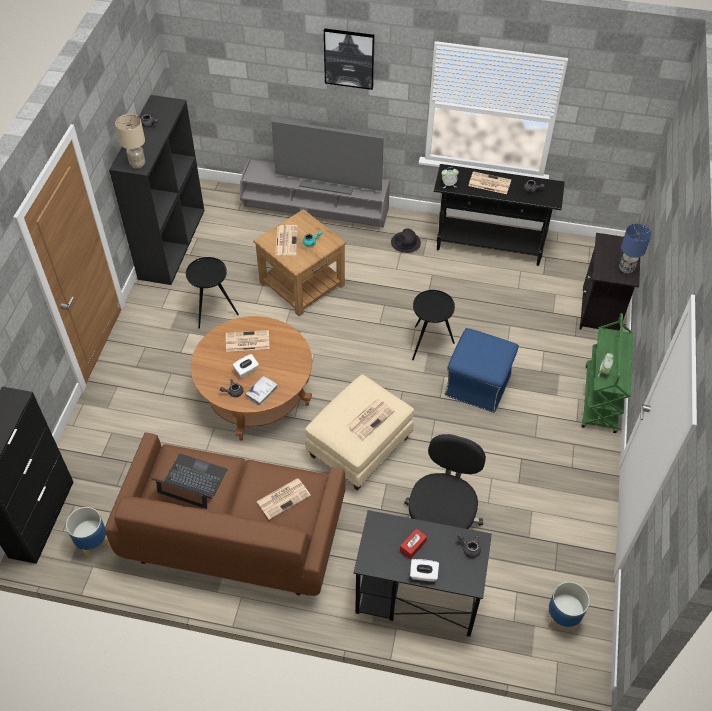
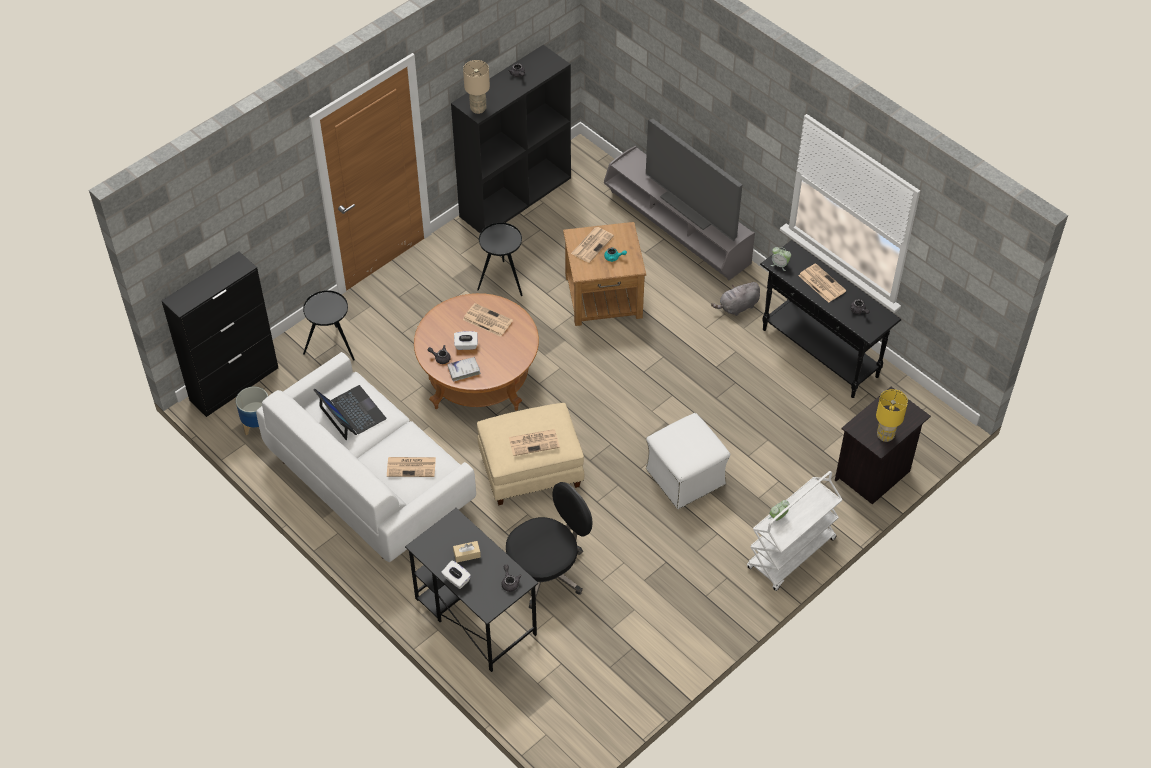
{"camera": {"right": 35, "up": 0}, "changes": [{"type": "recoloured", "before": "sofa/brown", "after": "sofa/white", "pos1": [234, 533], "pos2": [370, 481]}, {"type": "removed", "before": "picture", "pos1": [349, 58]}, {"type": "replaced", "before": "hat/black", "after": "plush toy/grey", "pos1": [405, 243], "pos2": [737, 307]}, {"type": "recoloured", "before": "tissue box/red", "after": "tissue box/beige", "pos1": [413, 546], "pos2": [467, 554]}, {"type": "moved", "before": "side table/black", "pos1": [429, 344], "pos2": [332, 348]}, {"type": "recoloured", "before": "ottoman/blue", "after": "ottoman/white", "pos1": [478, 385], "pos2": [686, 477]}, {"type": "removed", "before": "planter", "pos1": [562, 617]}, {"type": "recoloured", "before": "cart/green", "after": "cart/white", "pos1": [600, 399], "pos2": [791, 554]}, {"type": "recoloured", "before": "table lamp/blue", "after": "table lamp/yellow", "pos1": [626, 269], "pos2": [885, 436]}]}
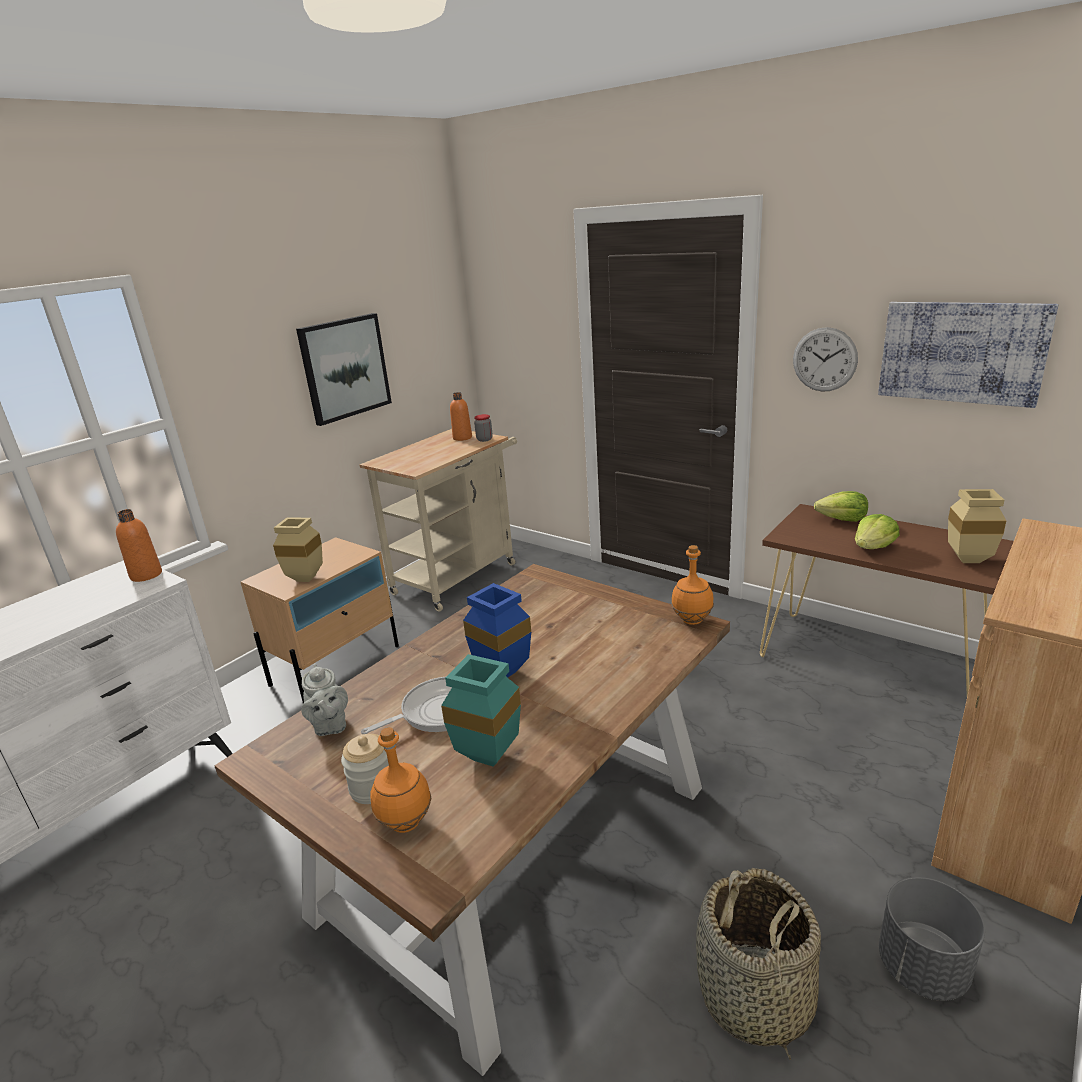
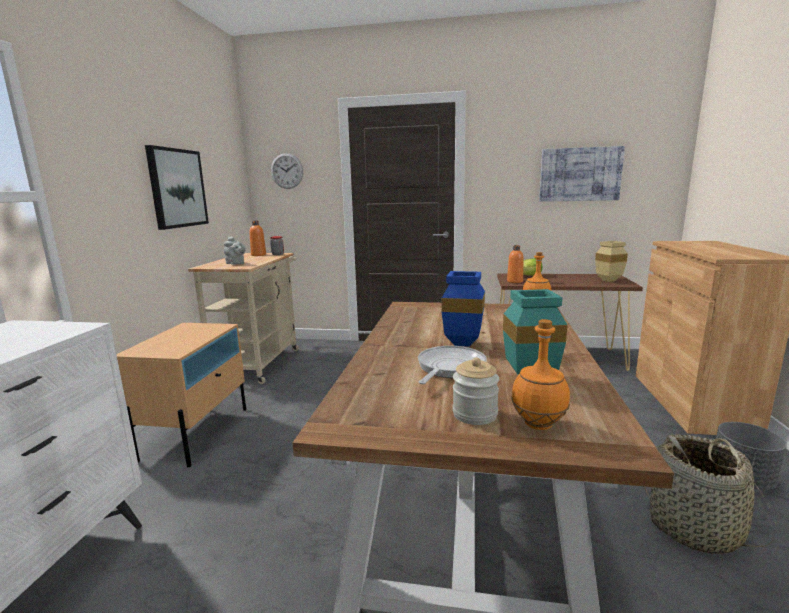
{"camera": {"right": -30, "up": -10}, "changes": [{"type": "moved", "before": "bottle/orange", "pos1": [146, 575], "pos2": [514, 281]}, {"type": "removed", "before": "vase/beige", "pos1": [308, 578]}, {"type": "moved", "before": "teapot/grey", "pos1": [329, 726], "pos2": [236, 264]}, {"type": "moved", "before": "wall clock", "pos1": [824, 359], "pos2": [287, 171]}, {"type": "removed", "before": "lettuce", "pos1": [873, 547]}]}
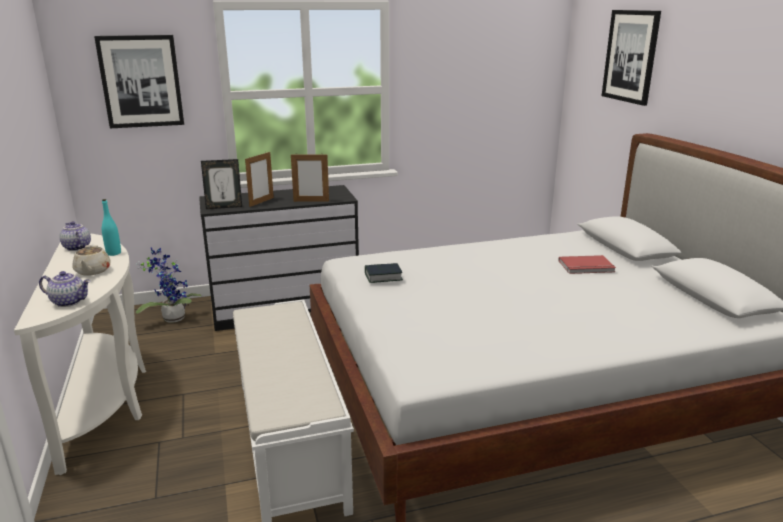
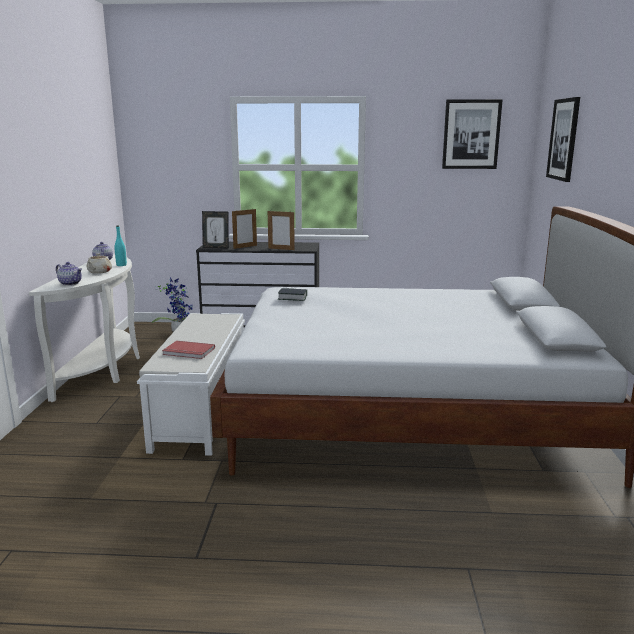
{"camera": {"right": 20, "up": -5}, "changes": [{"type": "moved", "before": "picture", "pos1": [141, 81], "pos2": [471, 134]}, {"type": "moved", "before": "book/red", "pos1": [587, 267], "pos2": [188, 352]}]}
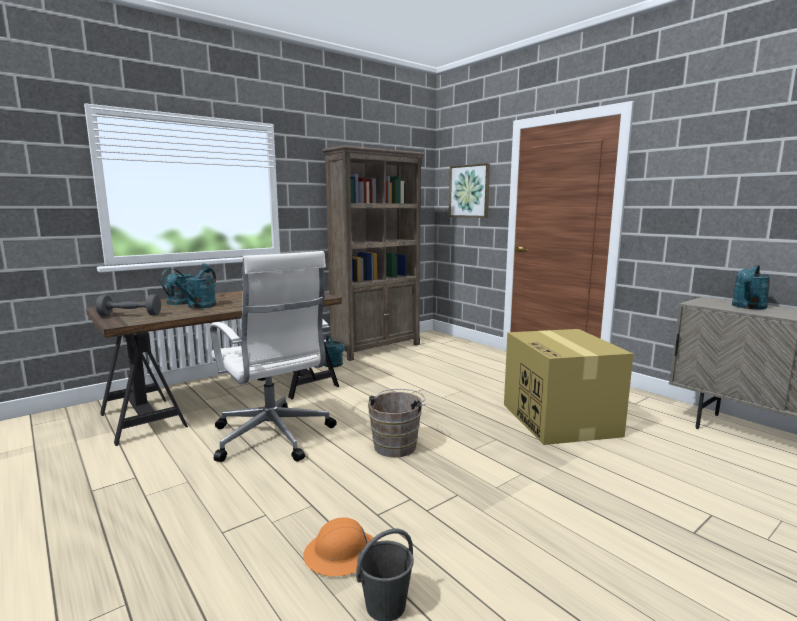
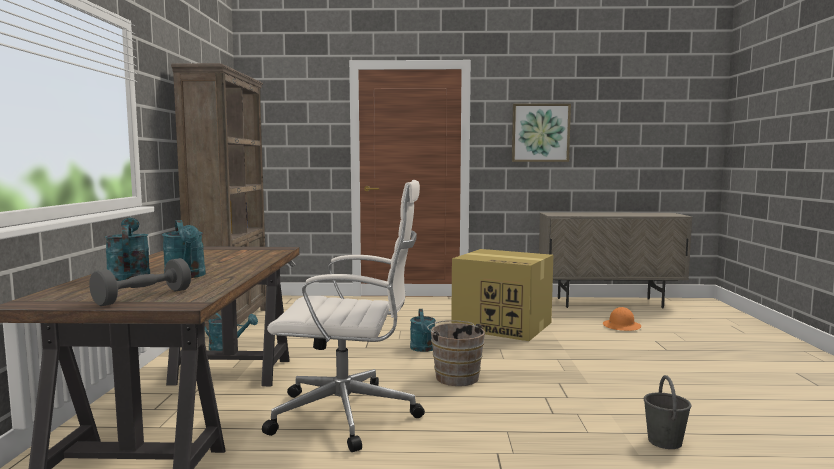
{"camera": {"right": -50, "up": -5}, "changes": [{"type": "moved", "before": "hard hat/orange", "pos1": [341, 554], "pos2": [621, 326]}, {"type": "moved", "before": "picture", "pos1": [469, 191], "pos2": [540, 133]}, {"type": "moved", "before": "watering can/turquoise", "pos1": [748, 307], "pos2": [424, 349]}]}
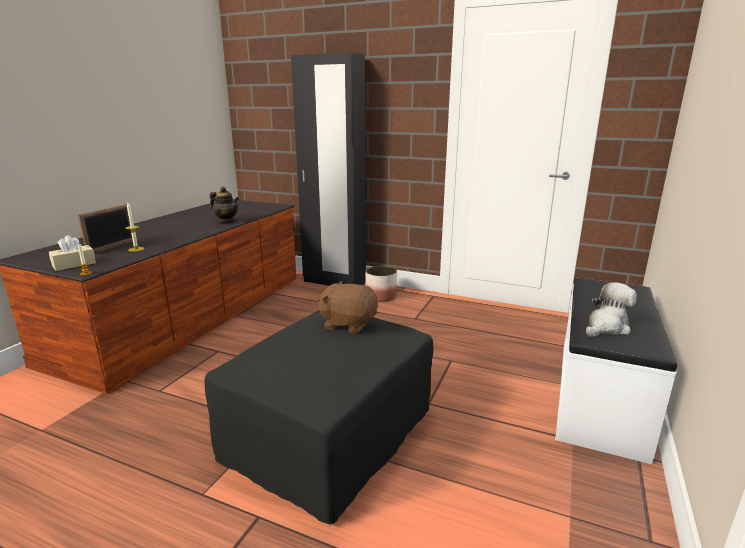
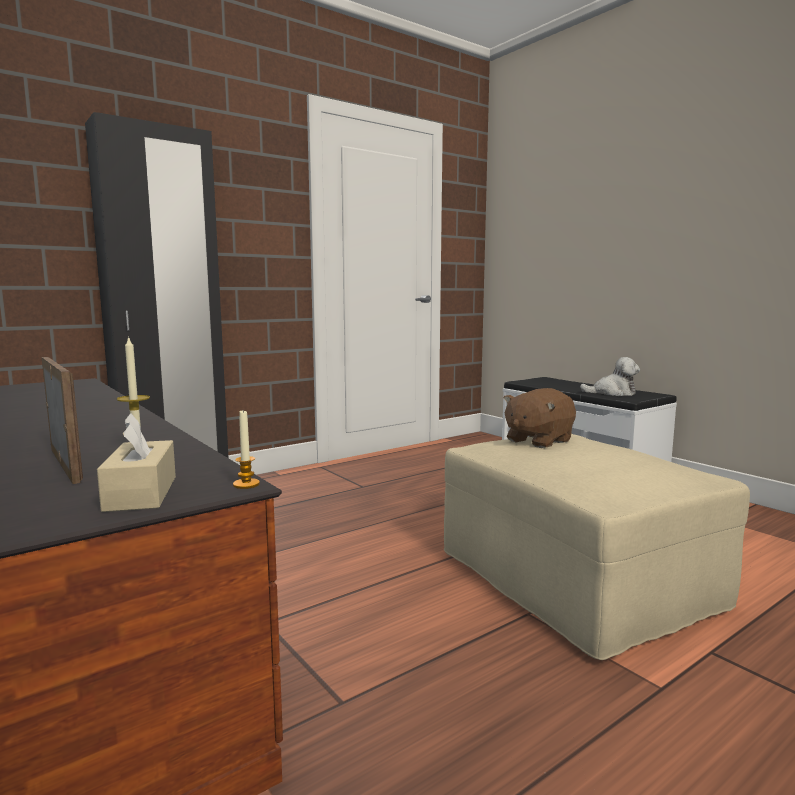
{"camera": {"right": -60, "up": -10}, "changes": [{"type": "recoloured", "before": "ottoman/black", "after": "ottoman/beige", "pos1": [330, 437], "pos2": [577, 582]}, {"type": "removed", "before": "teapot", "pos1": [226, 221]}, {"type": "removed", "before": "planter", "pos1": [381, 296]}, {"type": "turned", "before": "plush toy", "pos1": [606, 327], "pos2": [612, 393], "turn": 105}]}
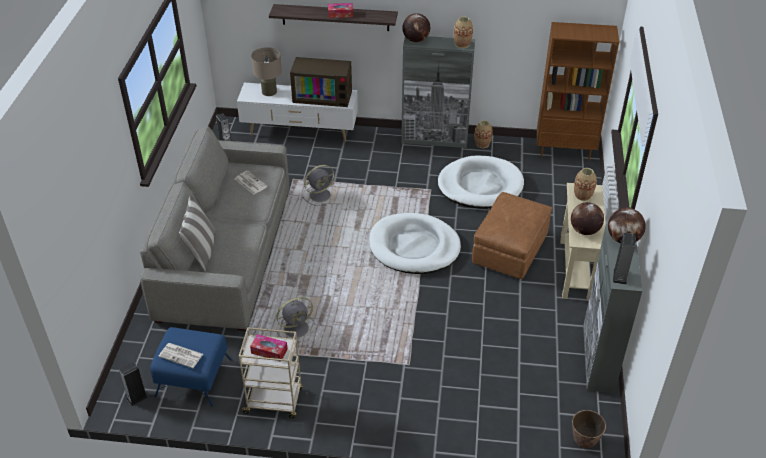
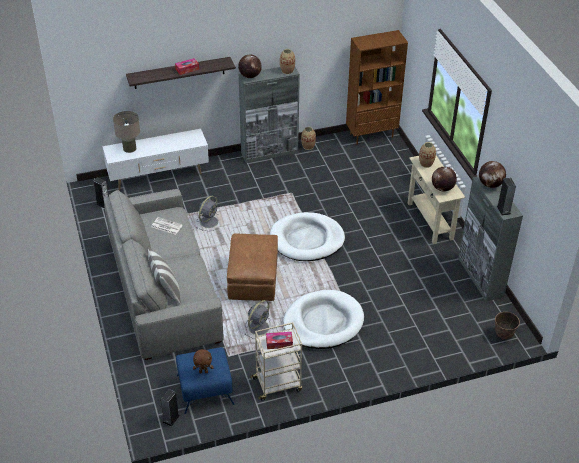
{"camera": {"right": -25, "up": 0}, "changes": [{"type": "replaced", "before": "newspaper", "after": "plush toy/brown", "pos1": [181, 355], "pos2": [203, 371]}, {"type": "removed", "before": "television", "pos1": [323, 96]}, {"type": "moved", "before": "dog bed/white", "pos1": [480, 186], "pos2": [323, 322]}, {"type": "moved", "before": "ottoman/brown", "pos1": [509, 251], "pos2": [253, 280]}]}
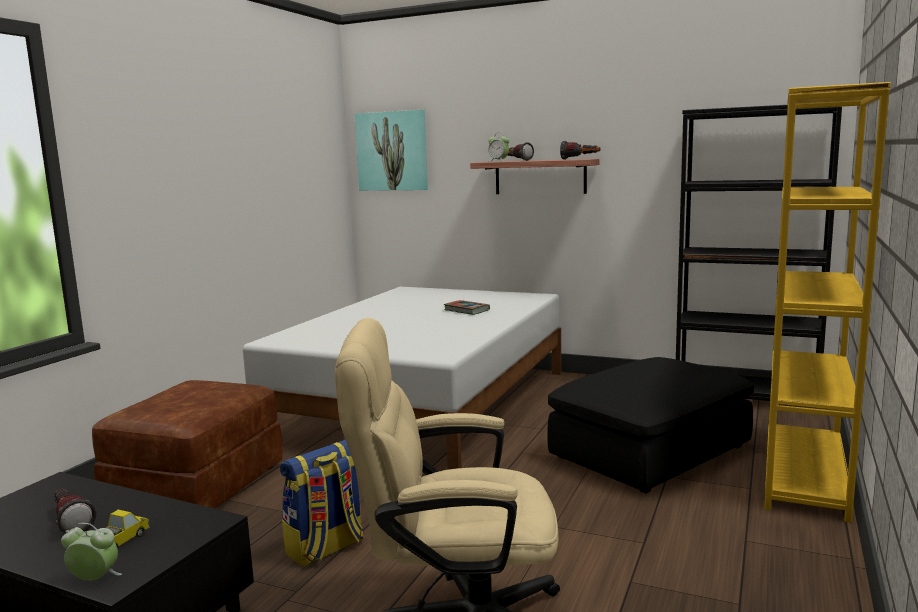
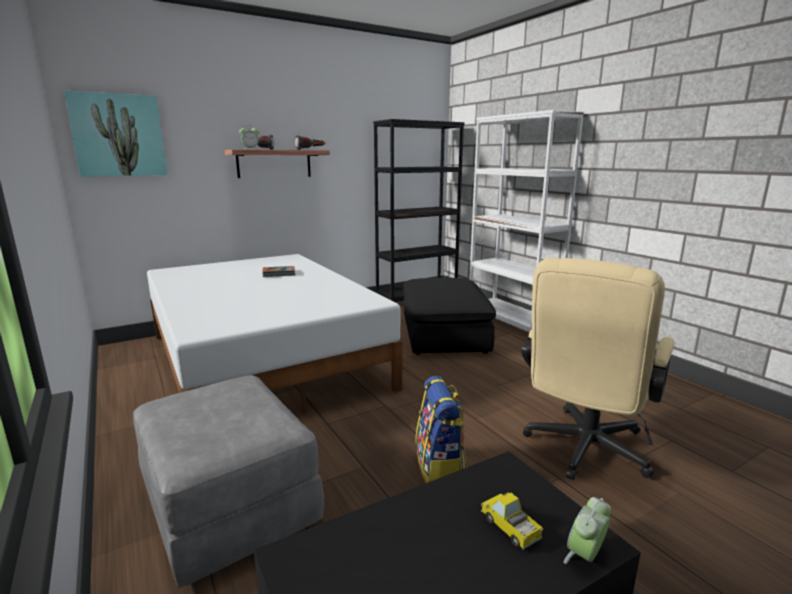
{"camera": {"right": -55, "up": 5}, "changes": [{"type": "removed", "before": "flashlight", "pos1": [71, 522]}, {"type": "recoloured", "before": "ottoman/brown", "after": "ottoman/grey", "pos1": [197, 485], "pos2": [228, 505]}, {"type": "recoloured", "before": "bookcase/yellow", "after": "bookcase/white", "pos1": [804, 476], "pos2": [511, 321]}]}
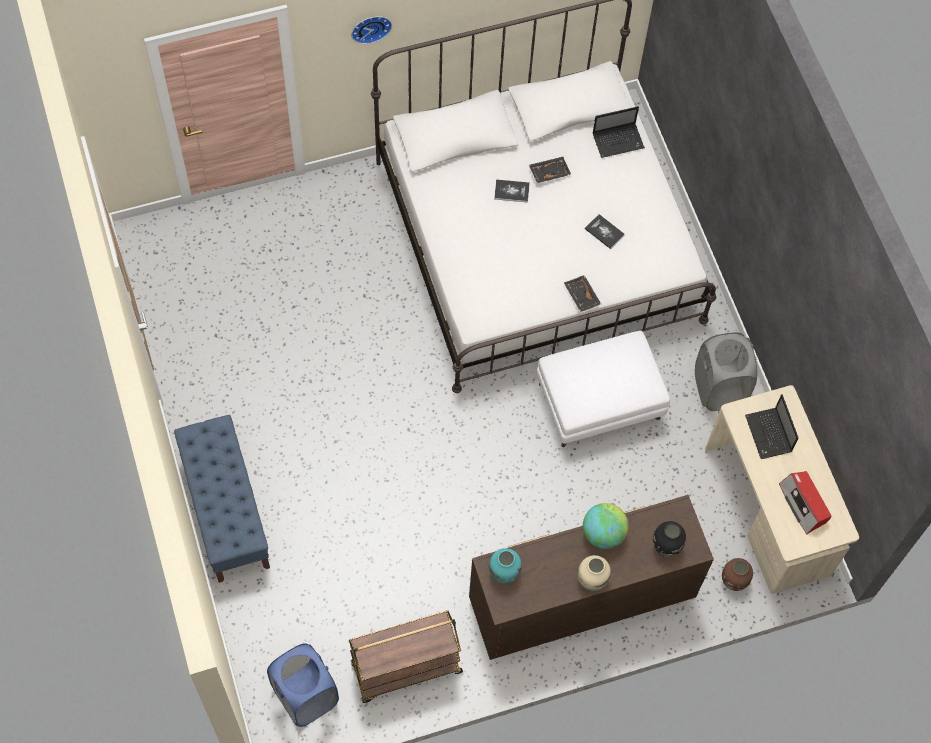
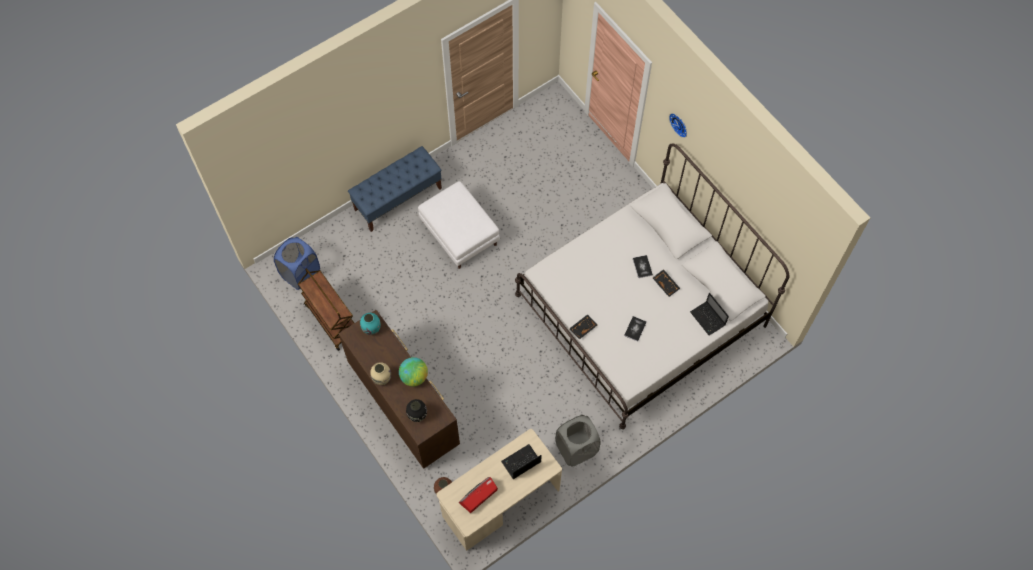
{"camera": {"right": 75, "up": 0}, "changes": [{"type": "moved", "before": "ottoman/white", "pos1": [600, 400], "pos2": [460, 234]}]}
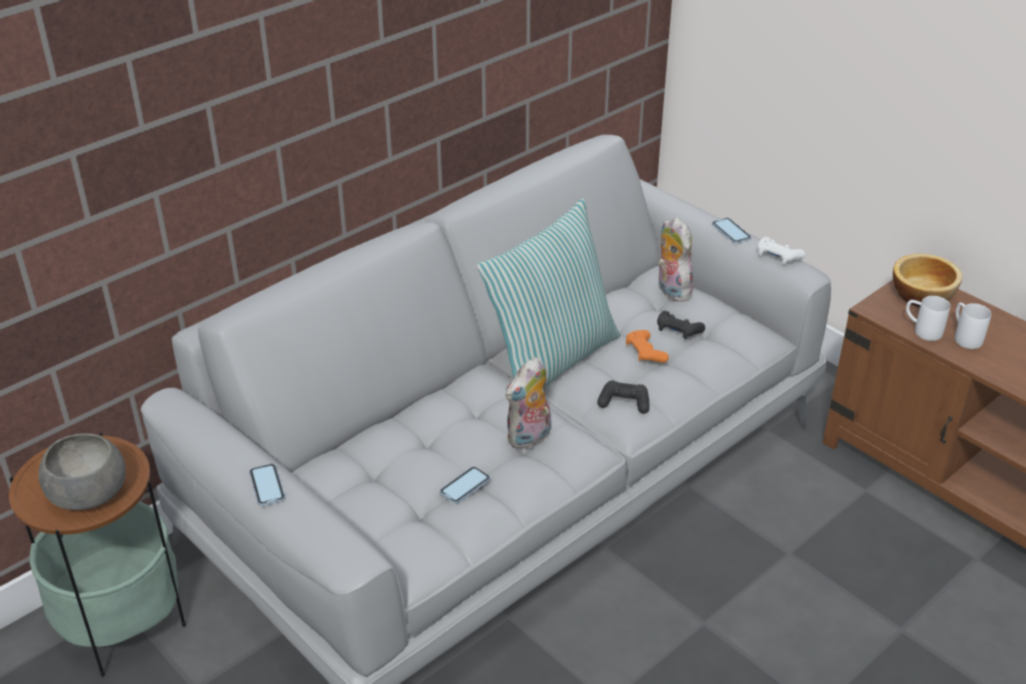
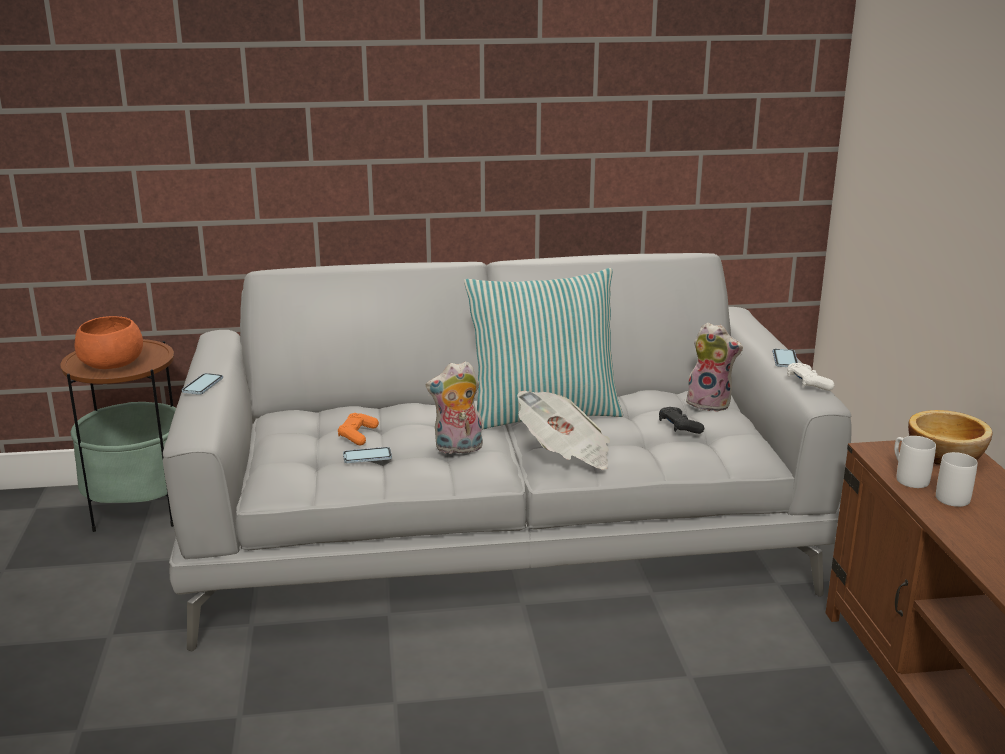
{"camera": {"right": 35, "up": -15}, "changes": [{"type": "recoloured", "before": "bowl/grey", "after": "bowl/orange", "pos1": [87, 494], "pos2": [111, 364]}, {"type": "replaced", "before": "game controller/black", "after": "newspaper", "pos1": [624, 403], "pos2": [565, 453]}, {"type": "moved", "before": "game controller/orange", "pos1": [645, 352], "pos2": [357, 435]}, {"type": "turned", "before": "plush toy", "pos1": [671, 290], "pos2": [710, 403], "turn": 105}]}
